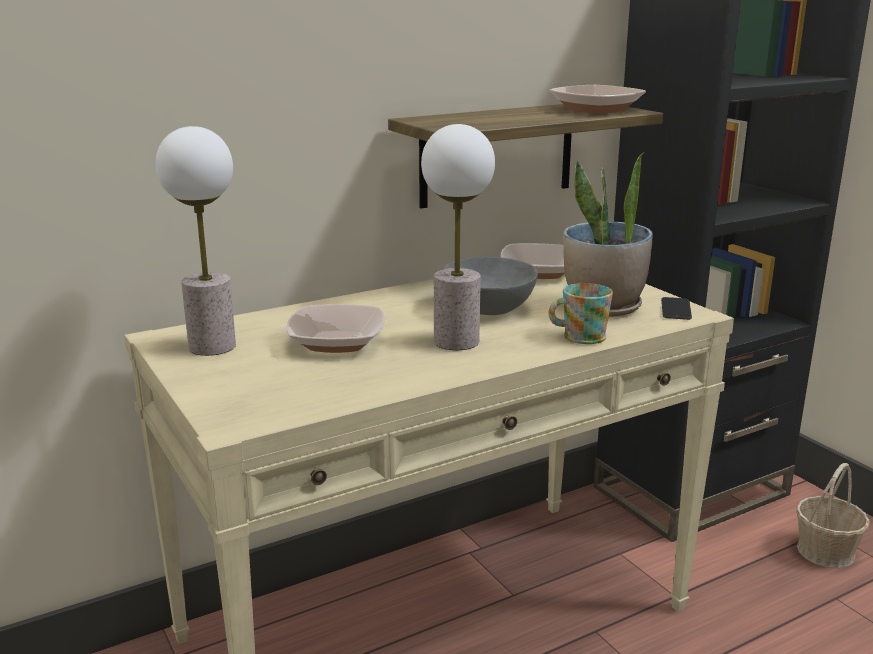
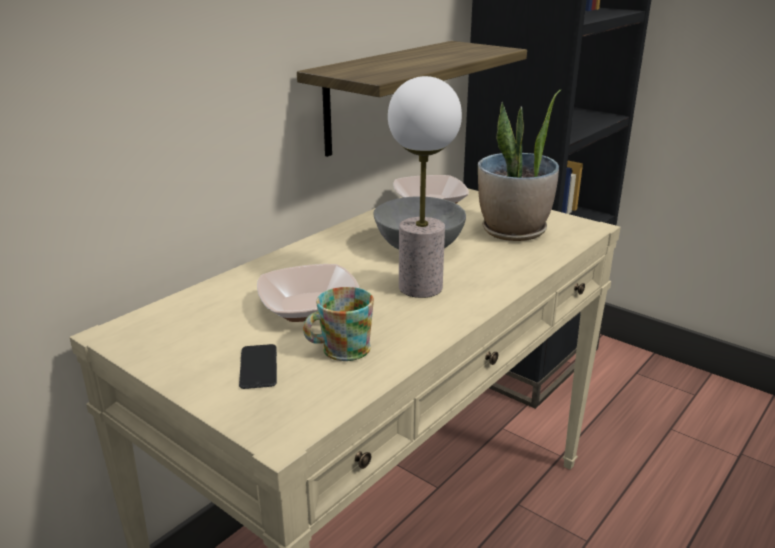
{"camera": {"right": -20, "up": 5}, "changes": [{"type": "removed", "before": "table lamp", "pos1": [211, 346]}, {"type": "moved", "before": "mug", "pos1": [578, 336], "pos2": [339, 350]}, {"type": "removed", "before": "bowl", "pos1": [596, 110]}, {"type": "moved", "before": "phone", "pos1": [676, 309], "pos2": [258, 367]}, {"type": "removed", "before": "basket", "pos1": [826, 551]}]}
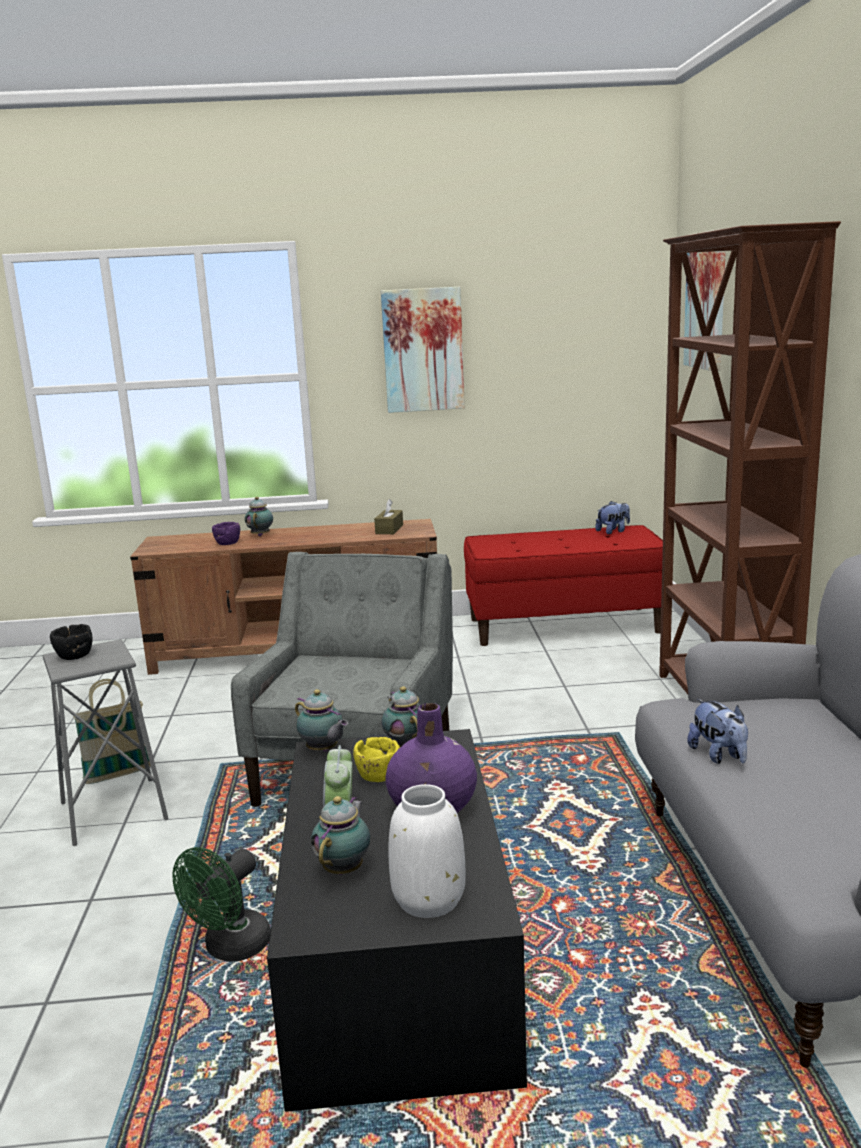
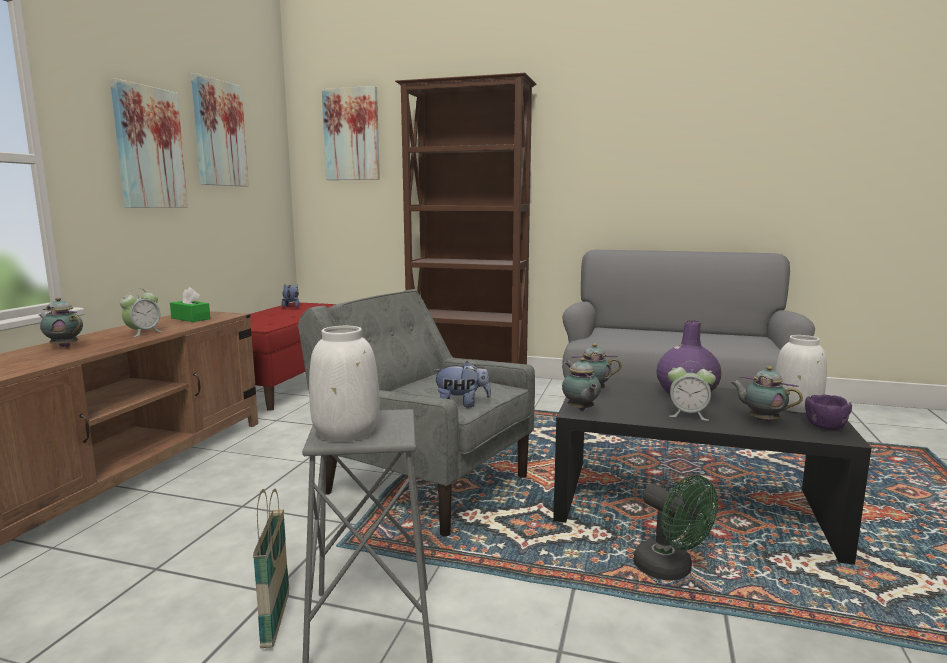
{"camera": {"right": -70, "up": -5}, "changes": [{"type": "replaced", "before": "bowl/black", "after": "vase/white", "pos1": [74, 656], "pos2": [345, 432]}, {"type": "moved", "before": "bowl/purple", "pos1": [228, 543], "pos2": [824, 426]}, {"type": "turned", "before": "teapot", "pos1": [323, 750], "pos2": [580, 410], "turn": 105}, {"type": "removed", "before": "bowl/yellow", "pos1": [378, 776]}, {"type": "recoloured", "before": "tissue box/brown", "after": "tissue box/green", "pos1": [389, 529], "pos2": [190, 318]}, {"type": "moved", "before": "plush toy", "pos1": [719, 756], "pos2": [462, 404]}, {"type": "added", "after": "alarm clock", "pos2": [143, 333]}, {"type": "added", "after": "picture", "pos2": [219, 133]}]}
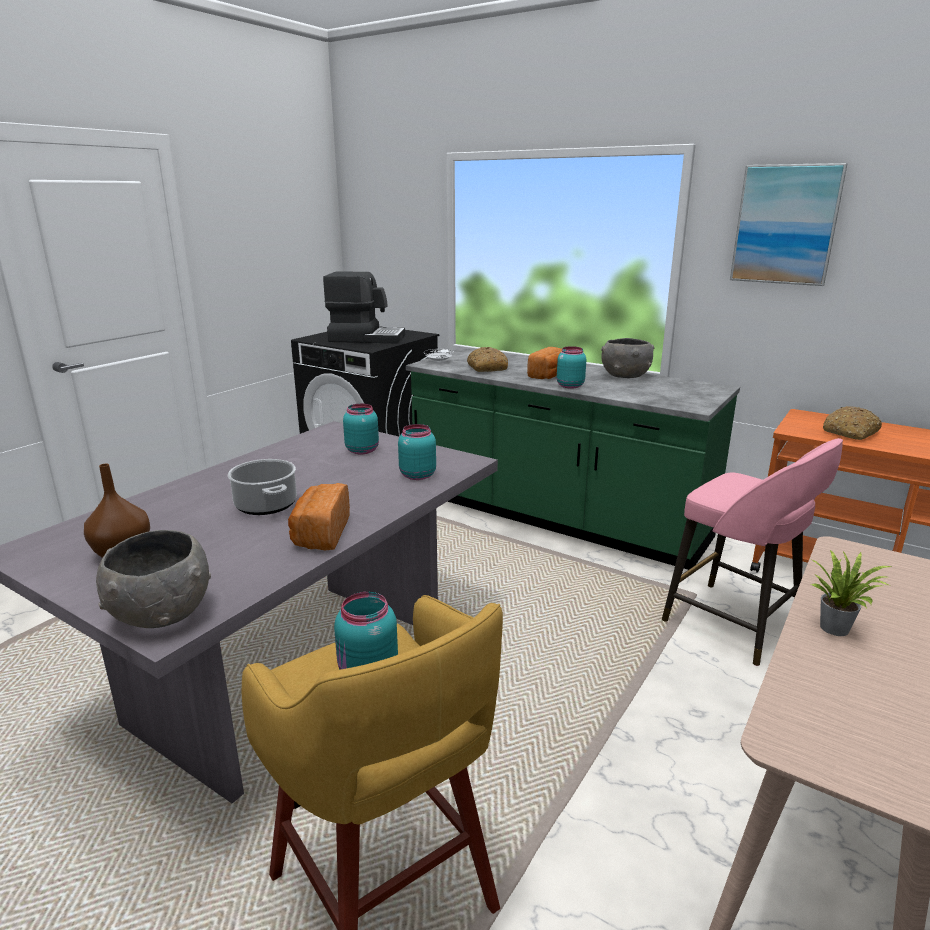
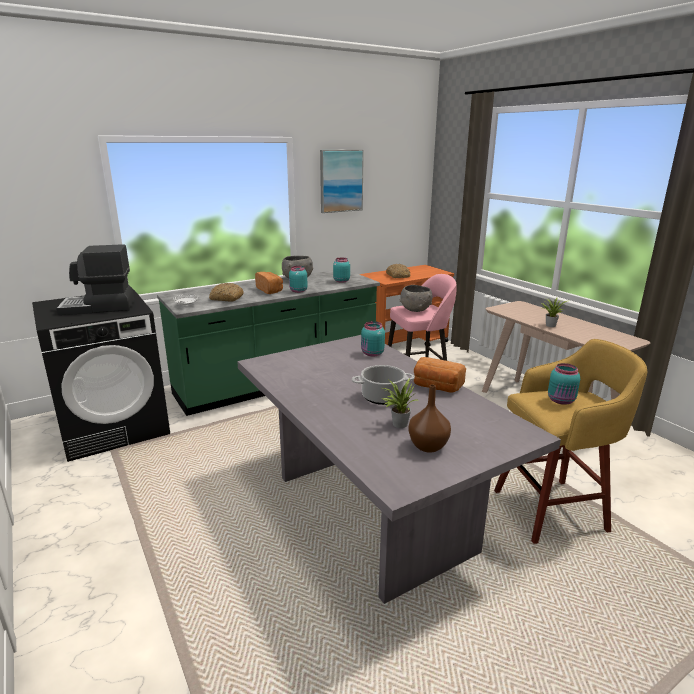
{"camera": {"right": -65, "up": 0}, "changes": [{"type": "moved", "before": "bowl/grey", "pos1": [162, 614], "pos2": [416, 310]}, {"type": "turned", "before": "coffee machine", "pos1": [366, 338], "pos2": [98, 307], "turn": -135}, {"type": "moved", "before": "jar/turquoise", "pos1": [362, 450], "pos2": [341, 281]}, {"type": "added", "after": "potted plant", "pos2": [398, 424]}]}
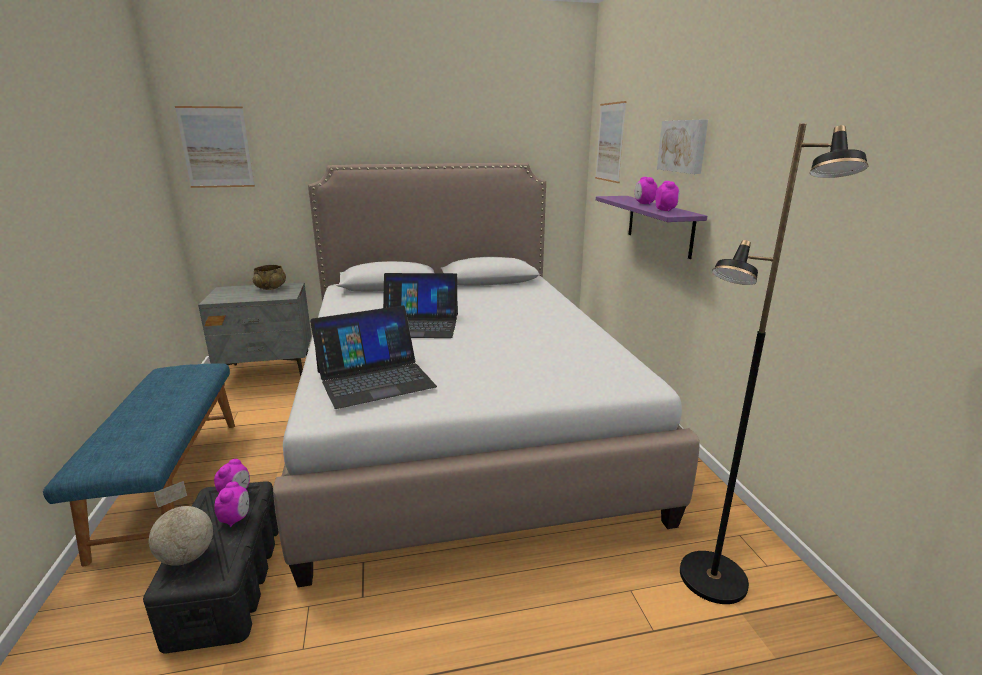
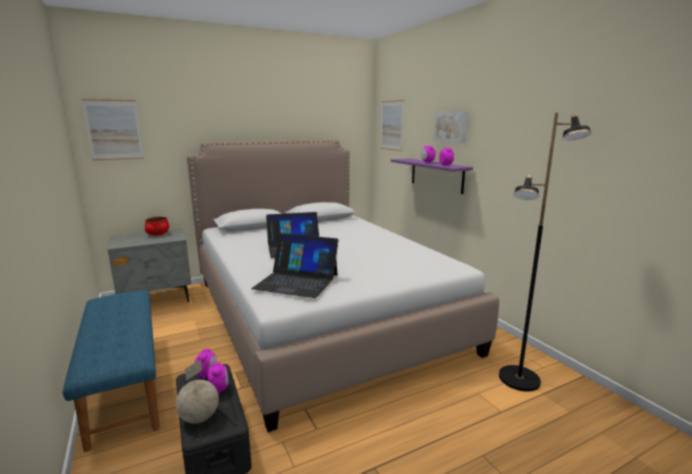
{"camera": {"right": -15, "up": -5}, "changes": [{"type": "recoloured", "before": "bowl/beige", "after": "bowl/red", "pos1": [271, 288], "pos2": [158, 234]}, {"type": "turned", "before": "laptop", "pos1": [375, 379], "pos2": [297, 281], "turn": 60}]}
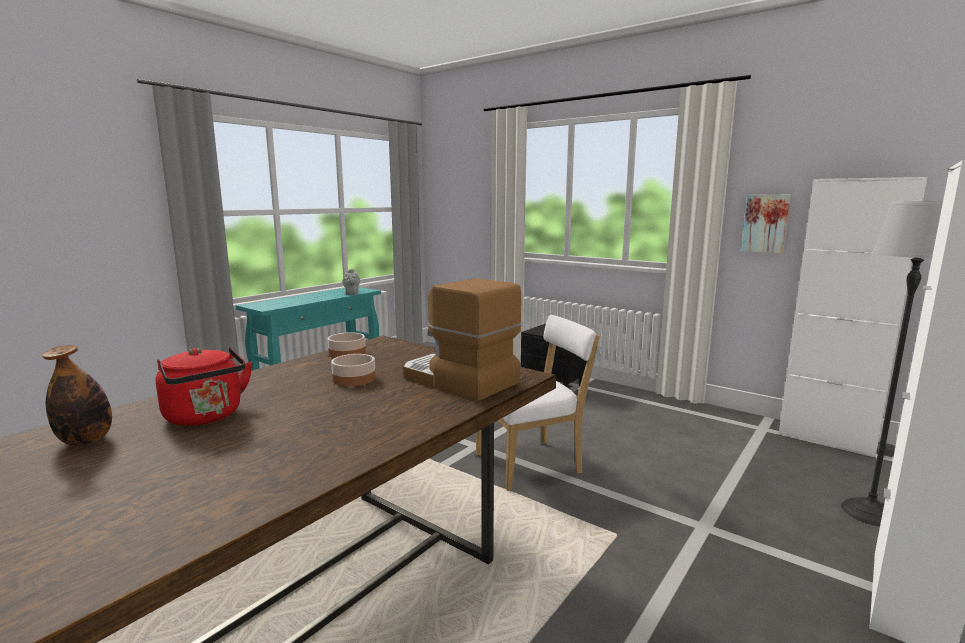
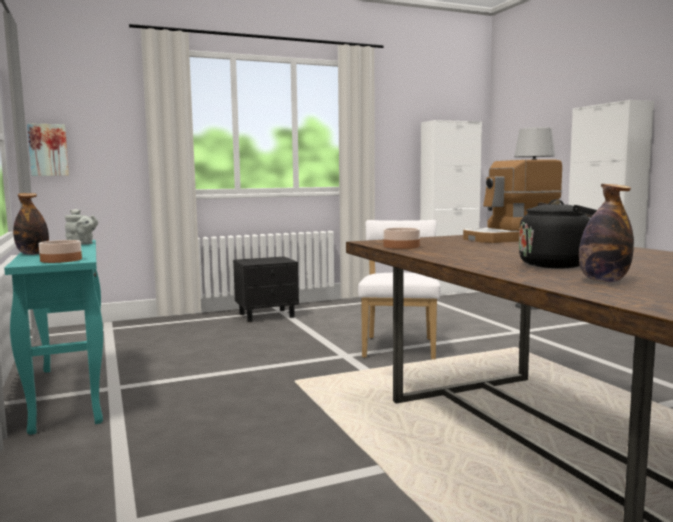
{"camera": {"right": -60, "up": -5}, "changes": [{"type": "recoloured", "before": "kettle/red", "after": "kettle/black", "pos1": [206, 417], "pos2": [557, 265]}, {"type": "moved", "before": "bowl", "pos1": [354, 378], "pos2": [61, 260]}, {"type": "moved", "before": "picture", "pos1": [765, 223], "pos2": [48, 150]}, {"type": "added", "after": "bottle", "pos2": [33, 254]}]}
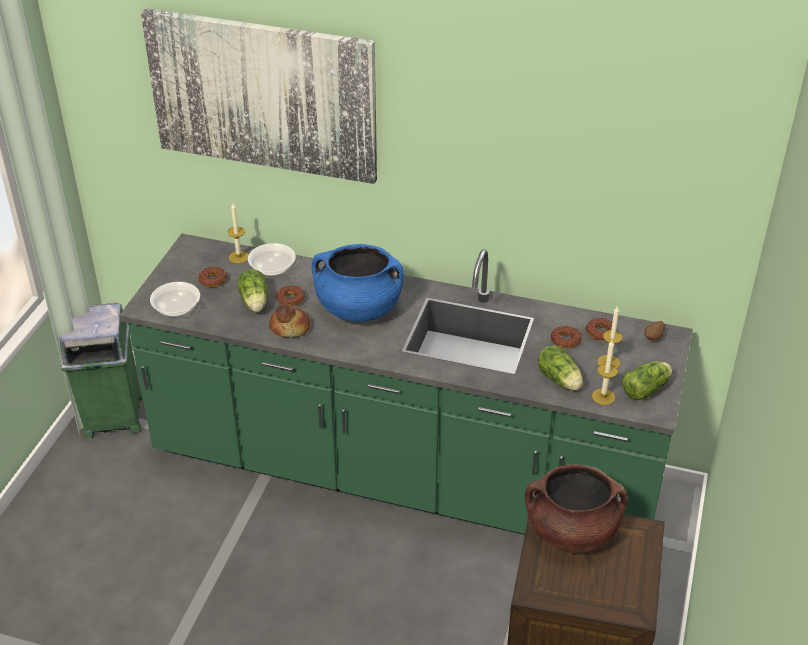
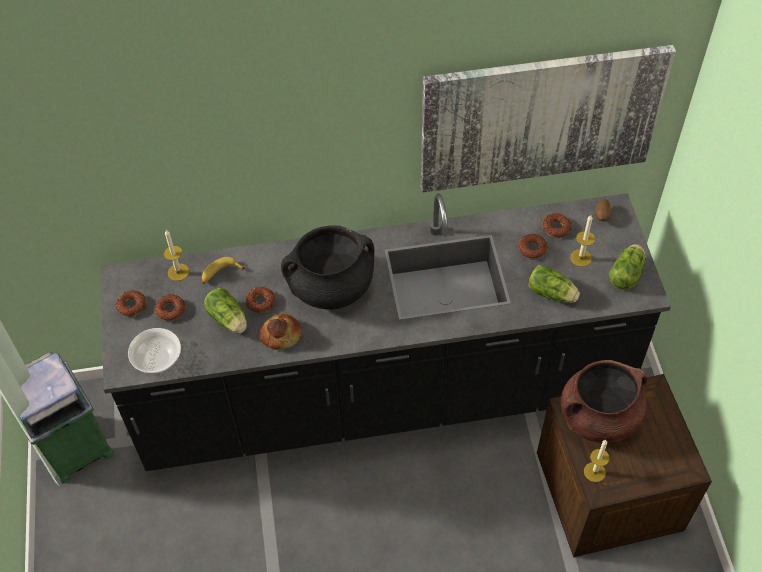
{"camera": {"right": -25, "up": 15}, "changes": [{"type": "recoloured", "before": "counter/green", "after": "counter/black", "pos1": [404, 477], "pos2": [383, 397]}, {"type": "moved", "before": "picture", "pos1": [263, 95], "pos2": [540, 118]}, {"type": "replaced", "before": "bowl", "after": "banana", "pos1": [272, 269], "pos2": [220, 274]}, {"type": "recoloured", "before": "cooking pot/blue", "after": "cooking pot/black", "pos1": [358, 308], "pos2": [331, 287]}, {"type": "moved", "before": "candle", "pos1": [603, 397], "pos2": [594, 472]}, {"type": "added", "after": "donut", "pos2": [132, 305]}]}
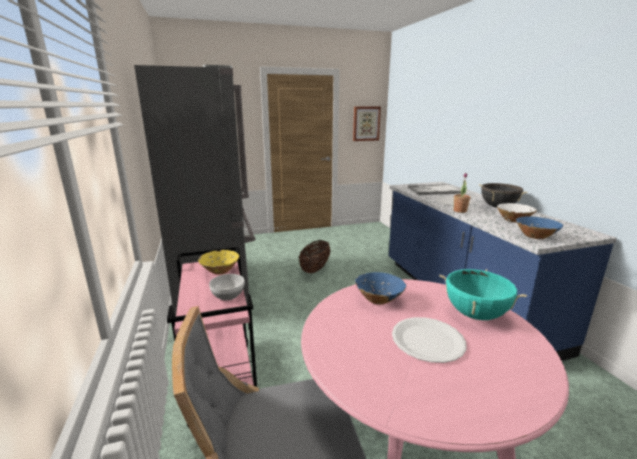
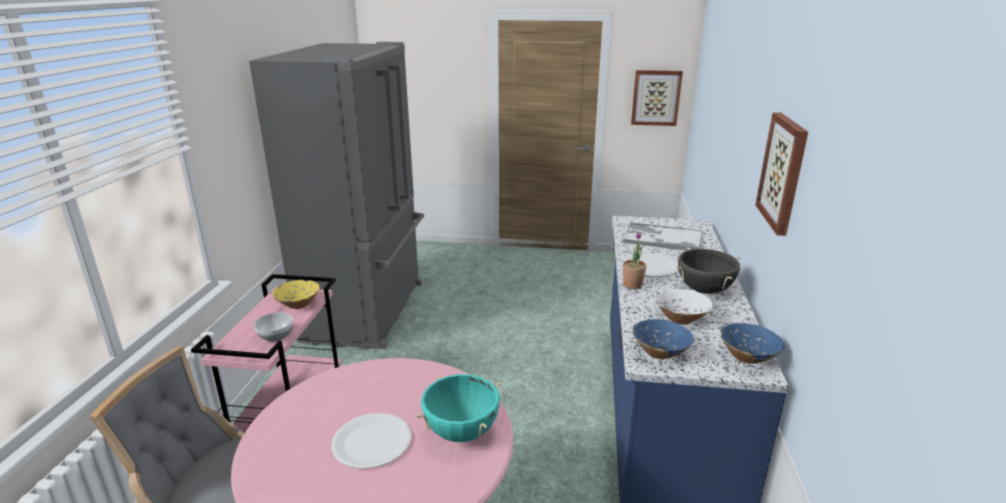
{"camera": {"right": 25, "up": 5}, "changes": [{"type": "removed", "before": "basket", "pos1": [315, 269]}, {"type": "moved", "before": "bowl/blue", "pos1": [378, 299], "pos2": [747, 357]}, {"type": "added", "after": "picture", "pos2": [783, 172]}]}
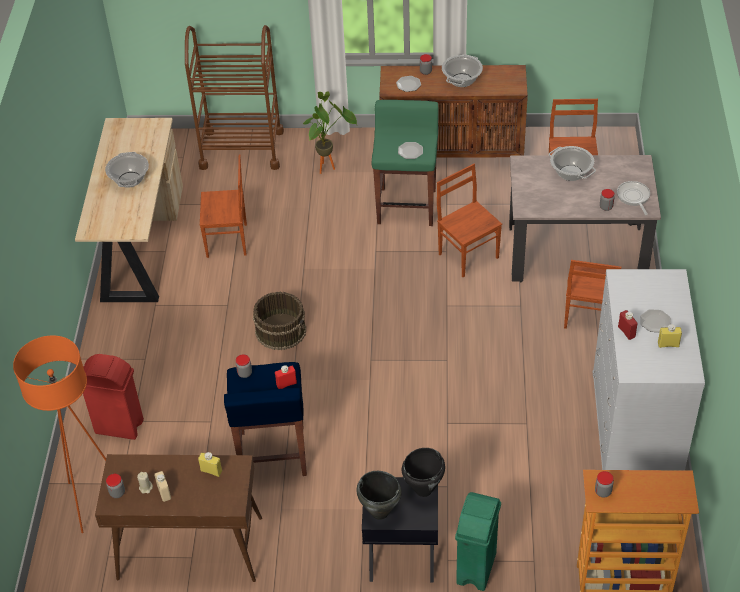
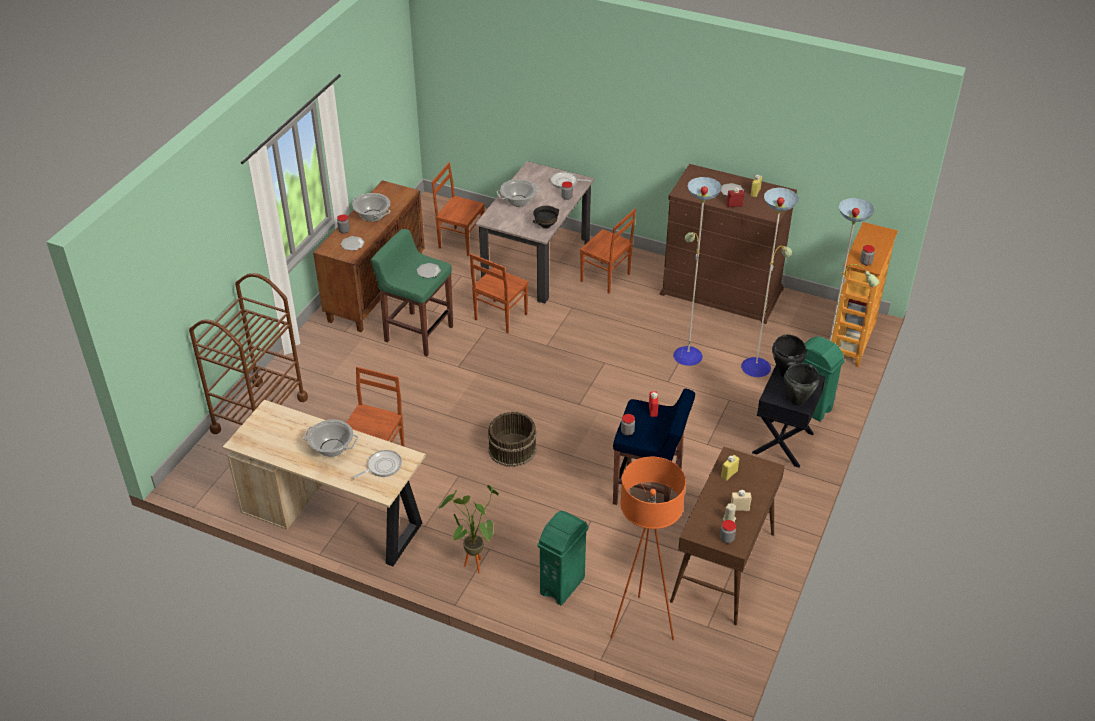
{"camera": {"right": -70, "up": -5}, "changes": [{"type": "recoloured", "before": "trash can/red", "after": "trash can/green", "pos1": [120, 427], "pos2": [563, 585]}, {"type": "moved", "before": "potted plant", "pos1": [329, 166], "pos2": [473, 562]}, {"type": "turned", "before": "chair/brown", "pos1": [468, 255], "pos2": [500, 317], "turn": -45}, {"type": "recoloured", "before": "dresser/white", "after": "dresser/brown", "pos1": [636, 428], "pos2": [722, 292]}, {"type": "added", "after": "frying pan", "pos2": [382, 466]}, {"type": "added", "after": "bowl/black", "pos2": [546, 226]}, {"type": "added", "after": "floor lamp", "pos2": [756, 365]}]}
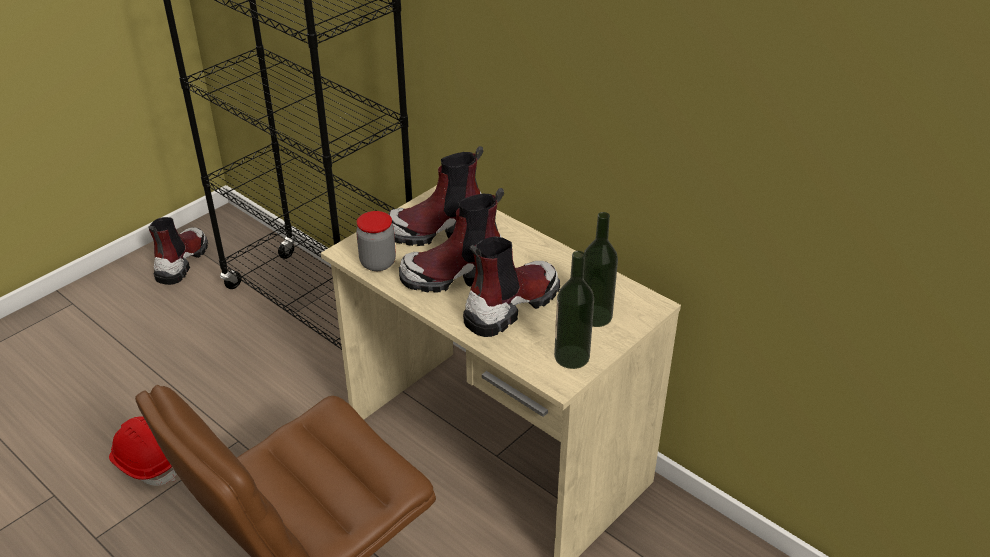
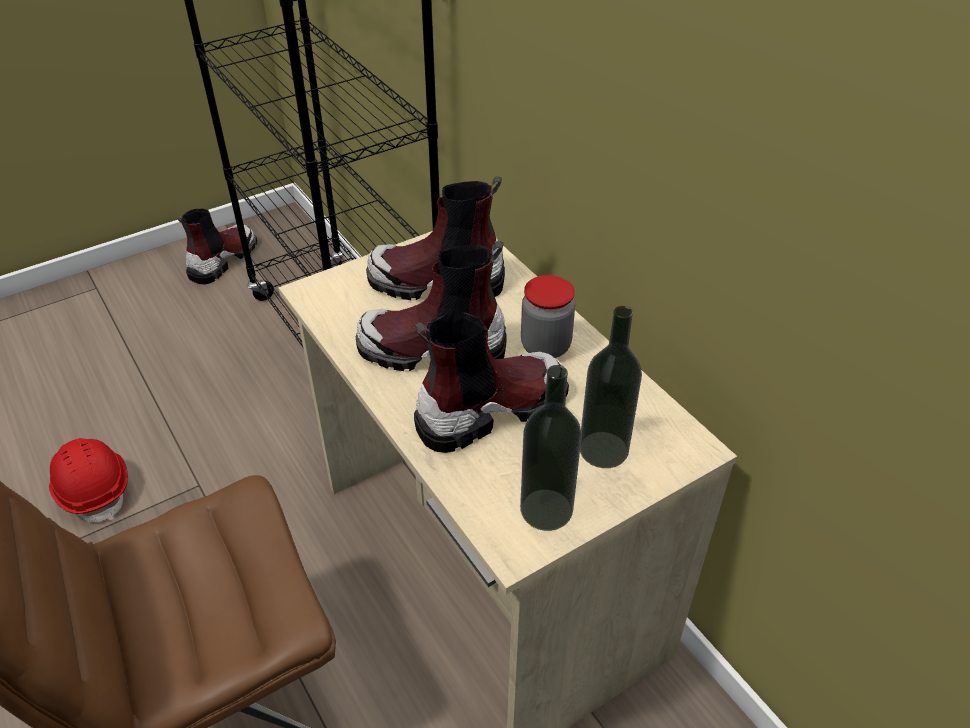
{"camera": {"right": 15, "up": 5}, "changes": [{"type": "moved", "before": "jar", "pos1": [378, 263], "pos2": [545, 346]}]}
